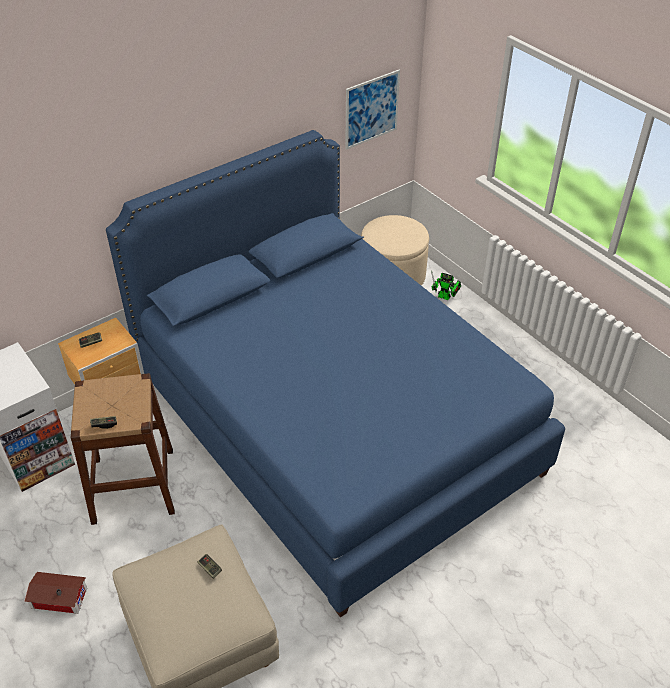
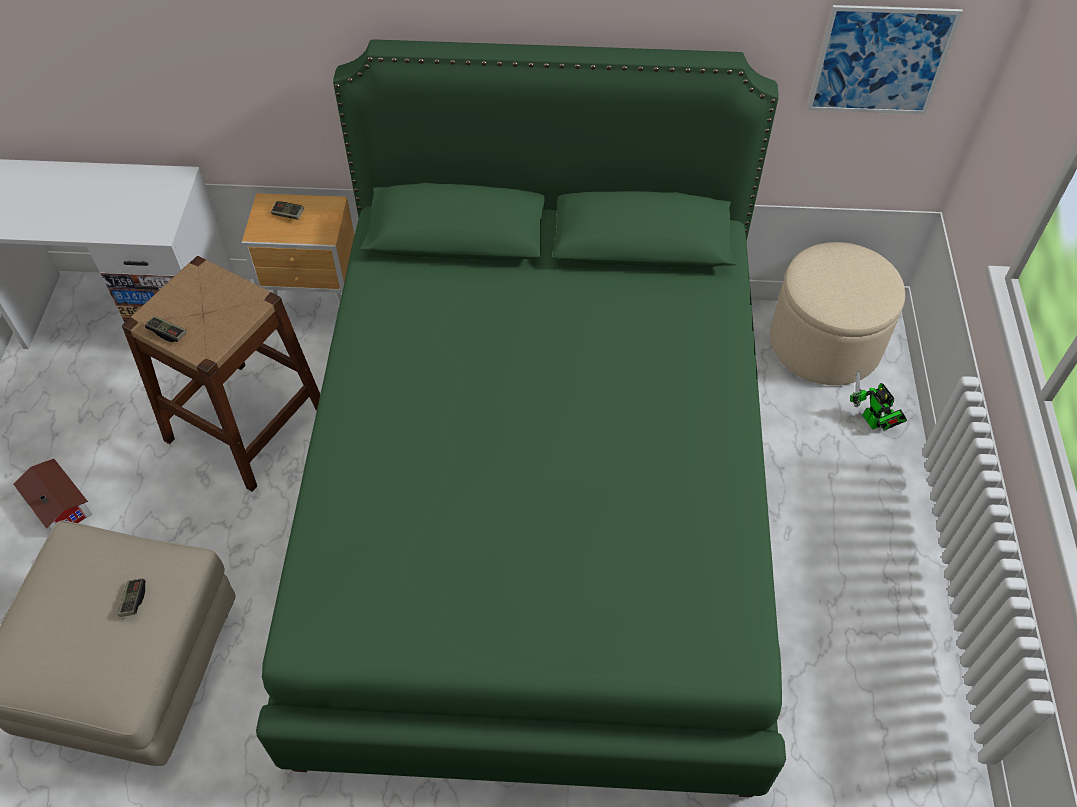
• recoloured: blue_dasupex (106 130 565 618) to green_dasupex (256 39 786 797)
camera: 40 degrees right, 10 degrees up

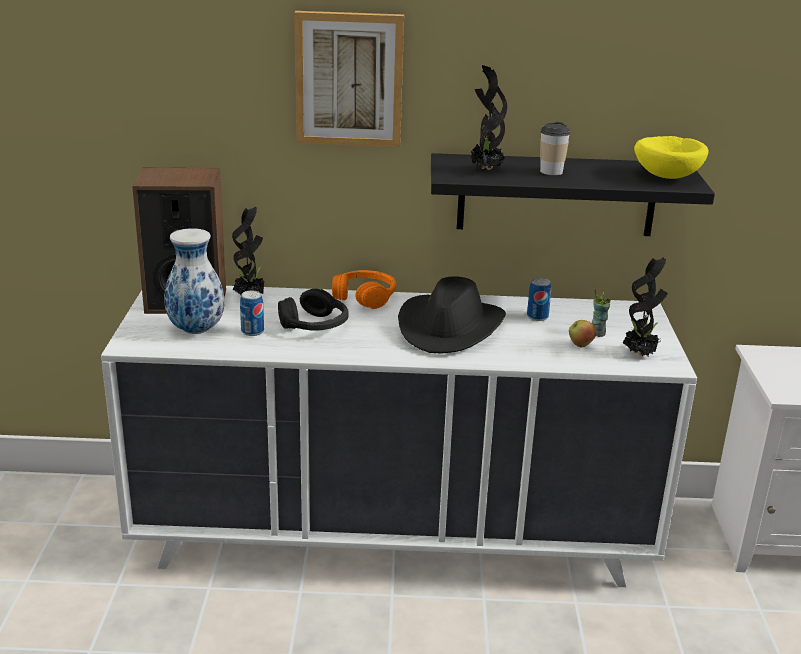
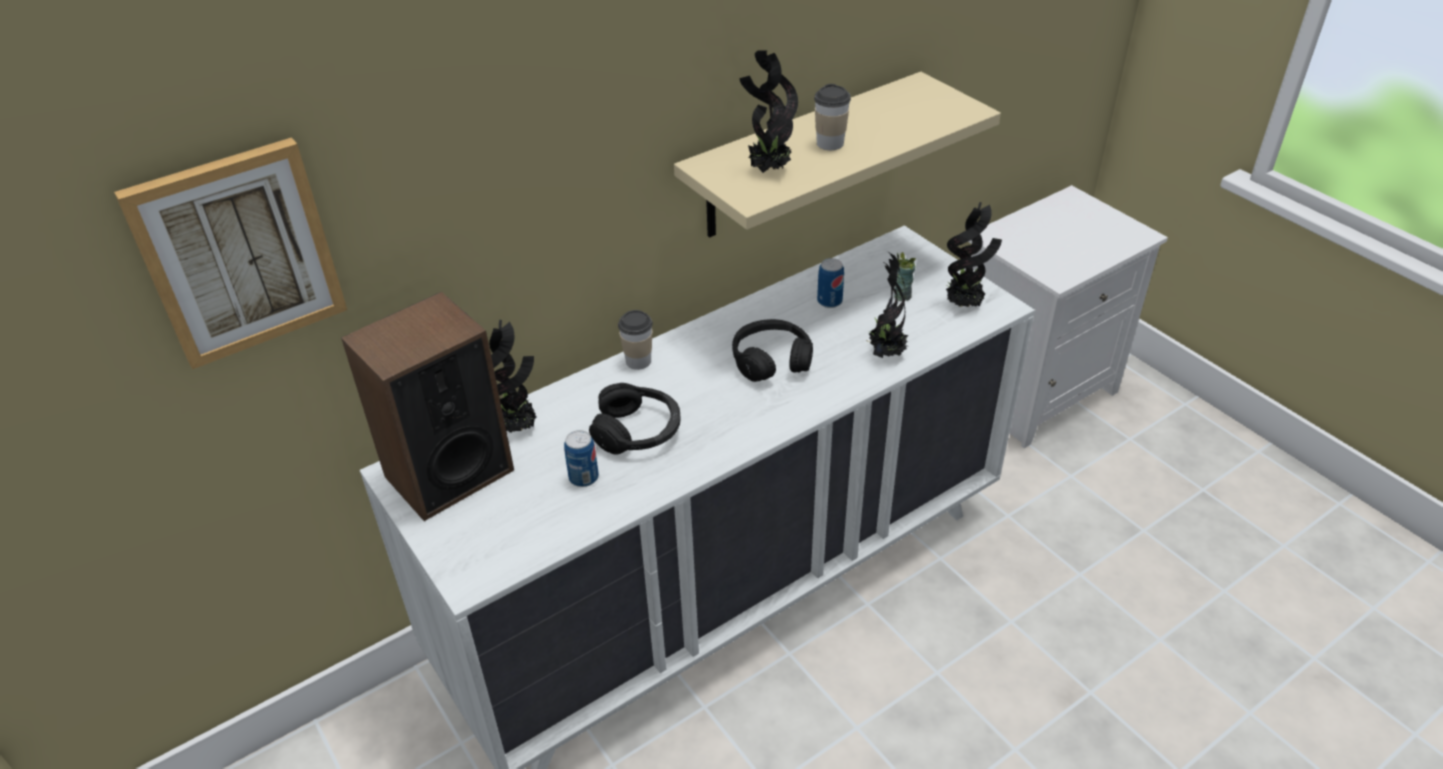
• moved: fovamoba (294 11 404 147) to (114 137 347 369)
• removed: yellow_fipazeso (634 136 709 179)
• recoloured: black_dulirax (431 153 715 236) to beige_dulirax (674 72 1001 238)
• removed: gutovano (164 228 225 334)
• replaced: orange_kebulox (332 270 396 309) to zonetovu (618 310 653 370)
• replaced: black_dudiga (398 276 506 354) to black_kebulox (732 319 813 382)
• removed: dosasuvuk (569 320 597 347)
• added: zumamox (864 252 908 358)
camera: 35 degrees left, 15 degrees up

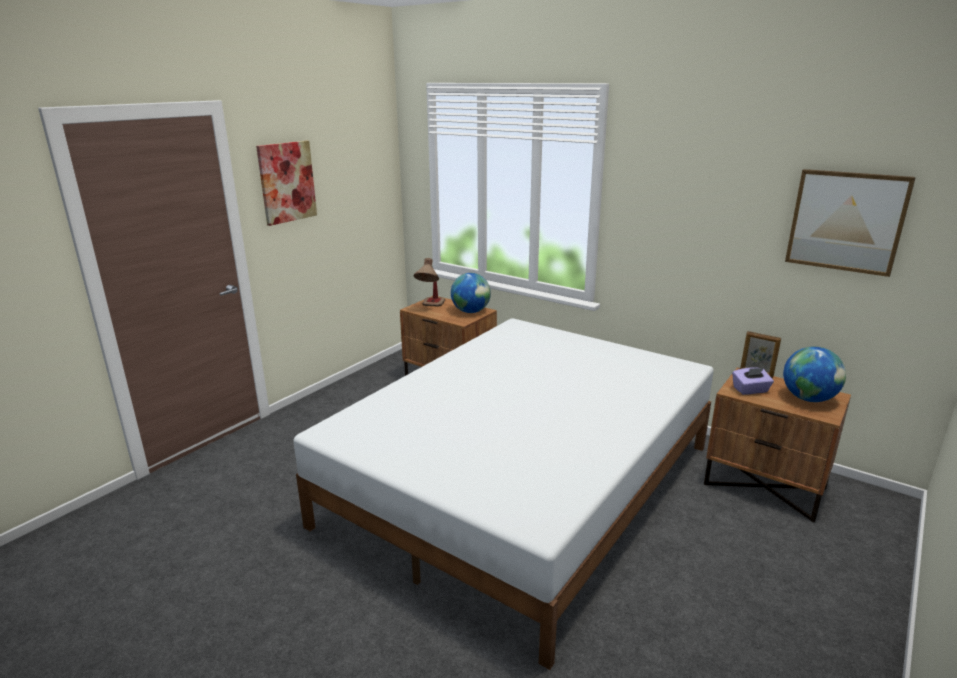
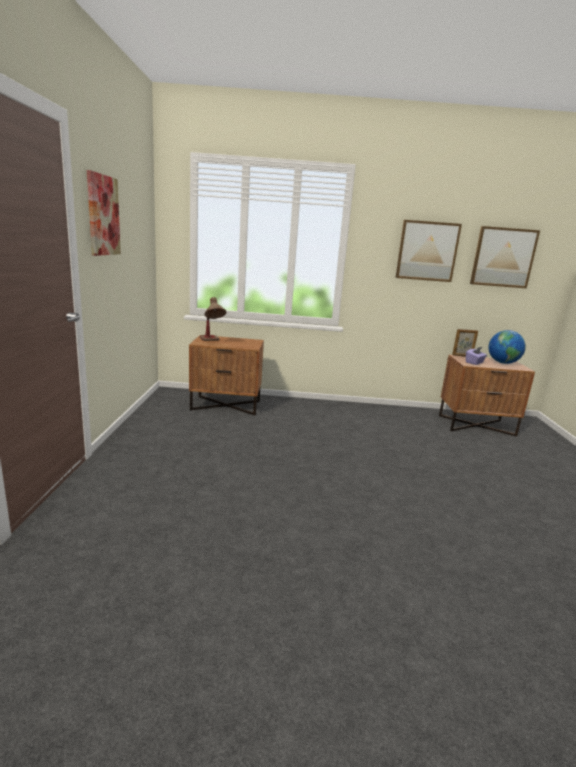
• removed: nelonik (451 273 491 313)
• removed: white_dasupex (293 318 714 670)
• added: fovamoba (395 220 462 282)
camera: 35 degrees left, 5 degrees down

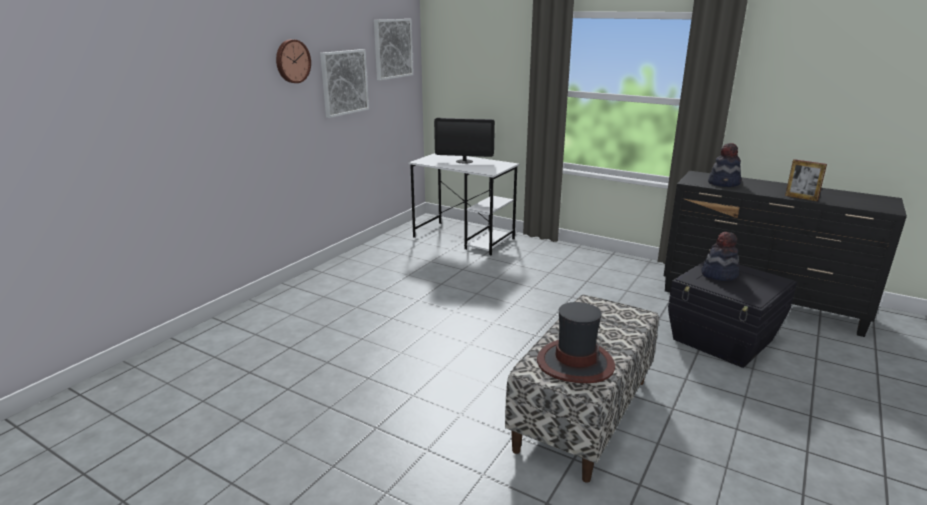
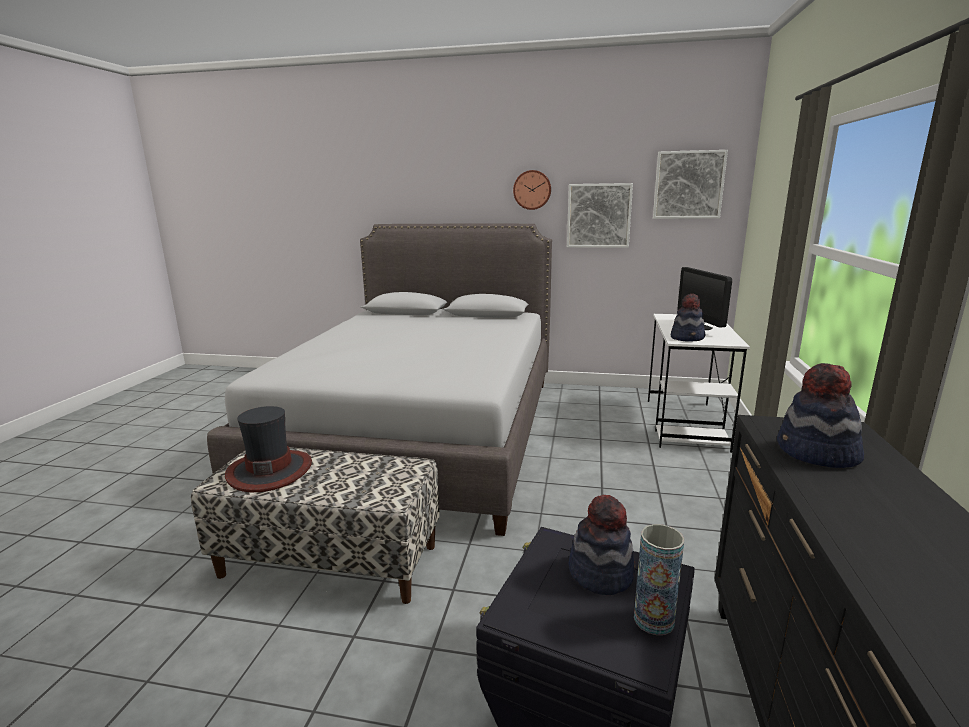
• removed: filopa (785 159 827 201)
• added: grey_dasupex (207 223 552 536)
• added: dudiga (671 294 705 342)
• added: gutovano (634 524 684 635)
camera: 70 degrees right, 5 degrees down

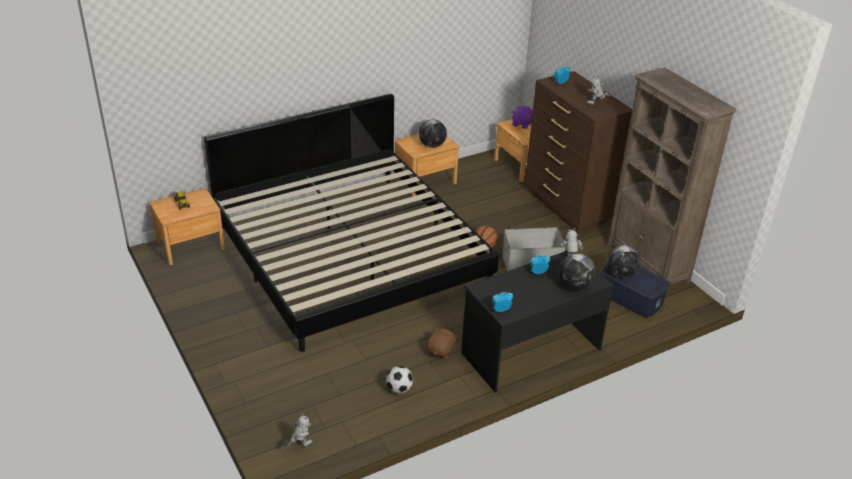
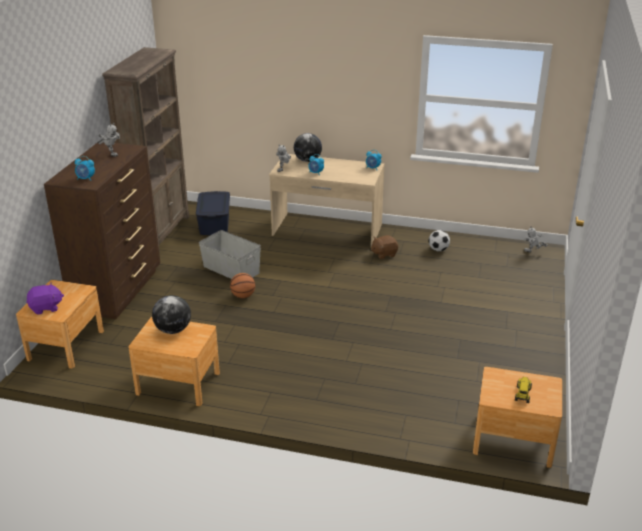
• removed: dasupex (204 94 499 352)
• removed: nelonik (607 245 640 278)
• recoloured: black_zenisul (461 251 613 393) to beige_zenisul (269 154 384 247)
camera: 135 degrees left, 5 degrees down

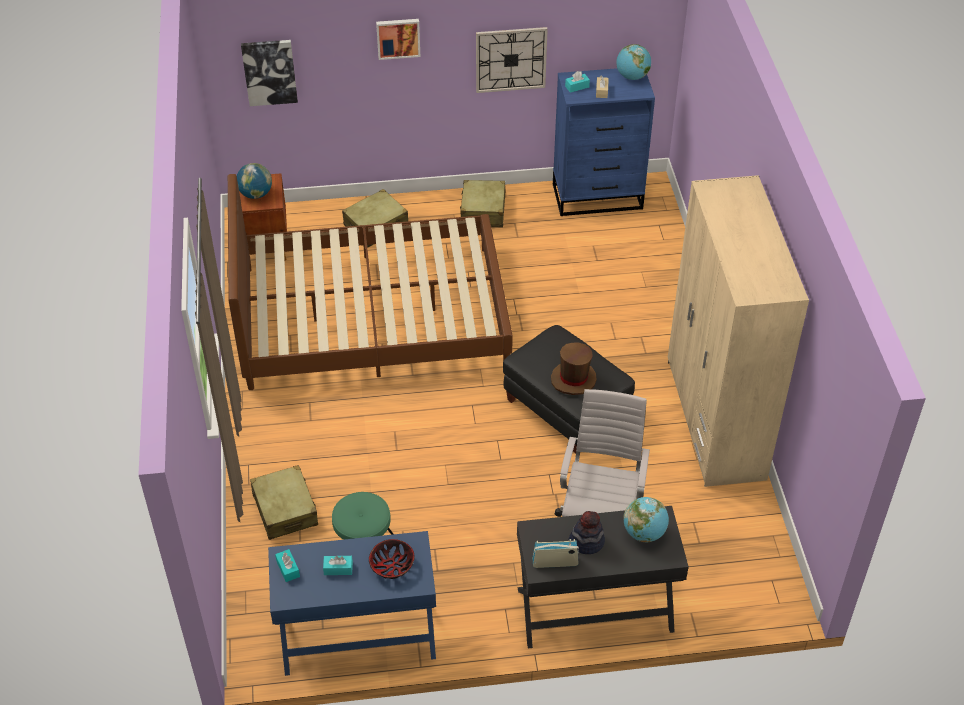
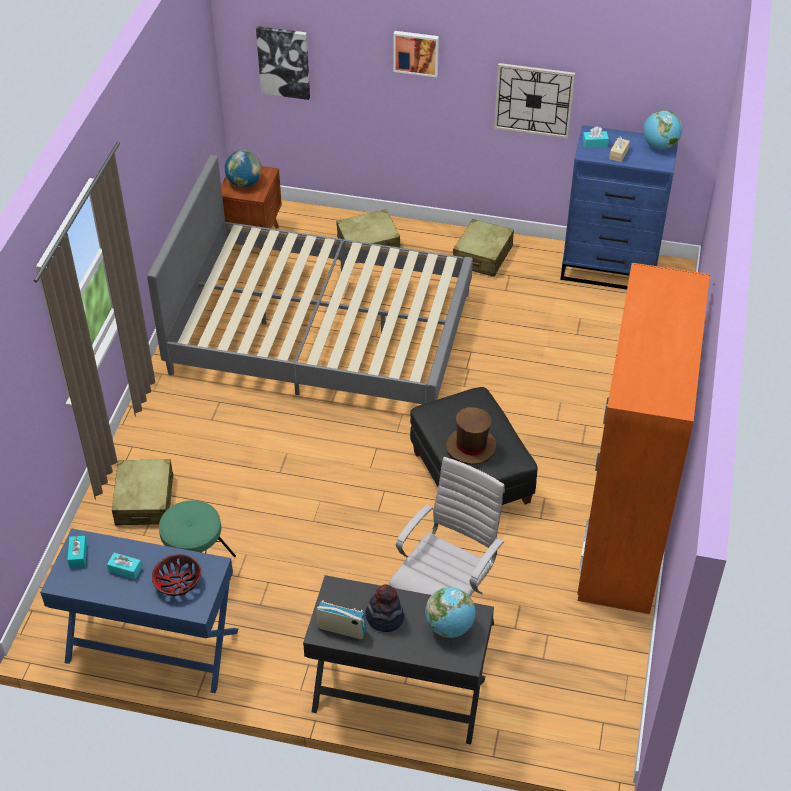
• recoloured: brown_dasupex (228 174 513 390) to grey_dasupex (147 155 473 404)
• recoloured: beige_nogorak (668 175 809 487) to orange_nogorak (577 263 710 614)
camera: 20 degrees right, 0 degrees up

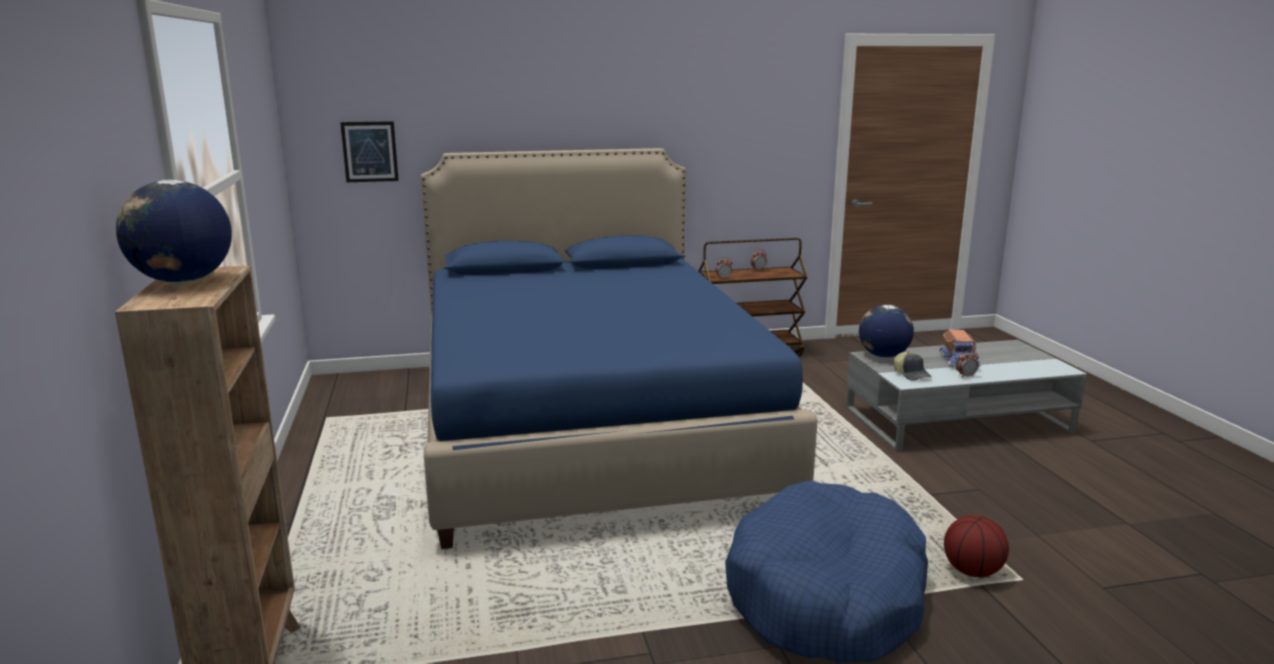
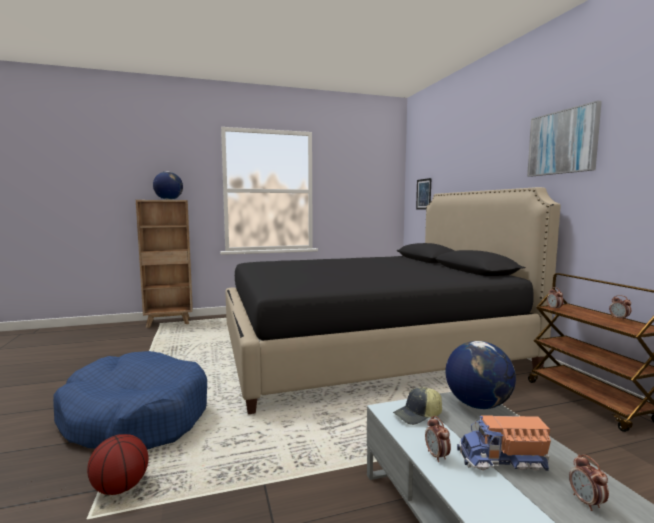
• recoloured: blue_dasupex (421 148 817 549) to black_dasupex (225 187 561 414)
• added: fovamoba (527 100 602 177)
• added: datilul (569 454 609 511)
camera: 85 degrees right, 10 degrees down

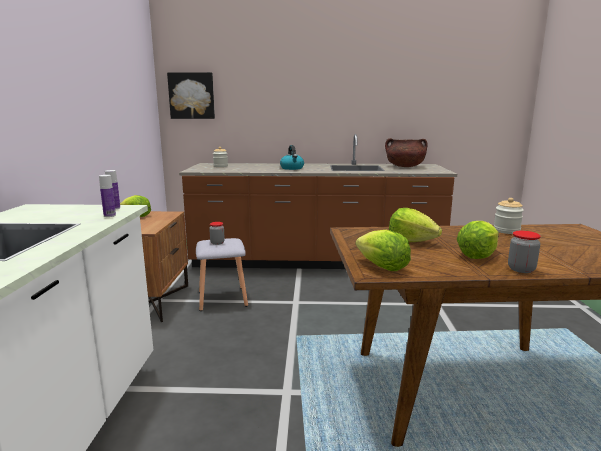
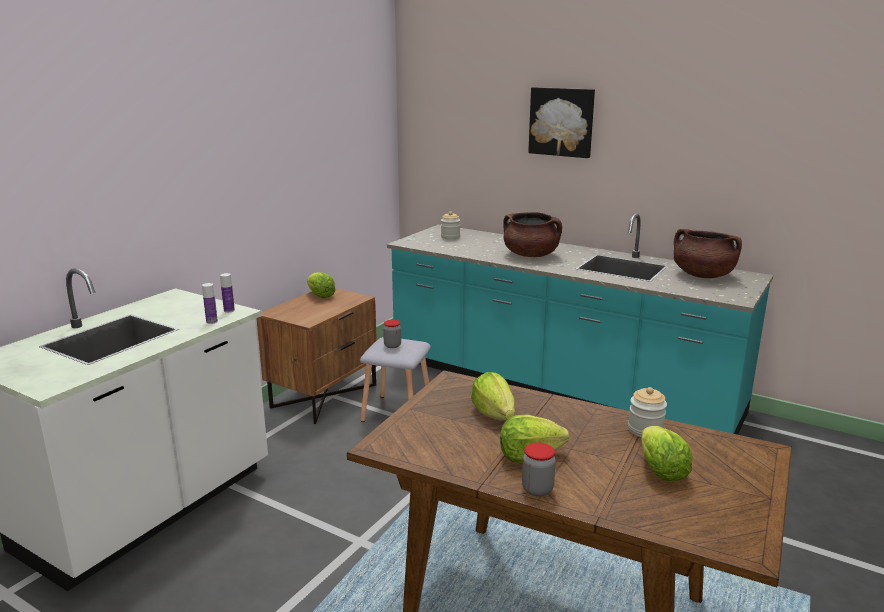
• moved: fovamoba (167 72 215 119) to (528 87 595 158)
• recoloured: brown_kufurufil (179 134 457 269) to turquoise_kufurufil (387 214 773 435)
• replaced: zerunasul (280 145 304 170) to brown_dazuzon (503 212 562 257)
• moved: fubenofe (355 230 411 271) to (641 426 693 481)
camera: 30 degrees right, 5 degrees up

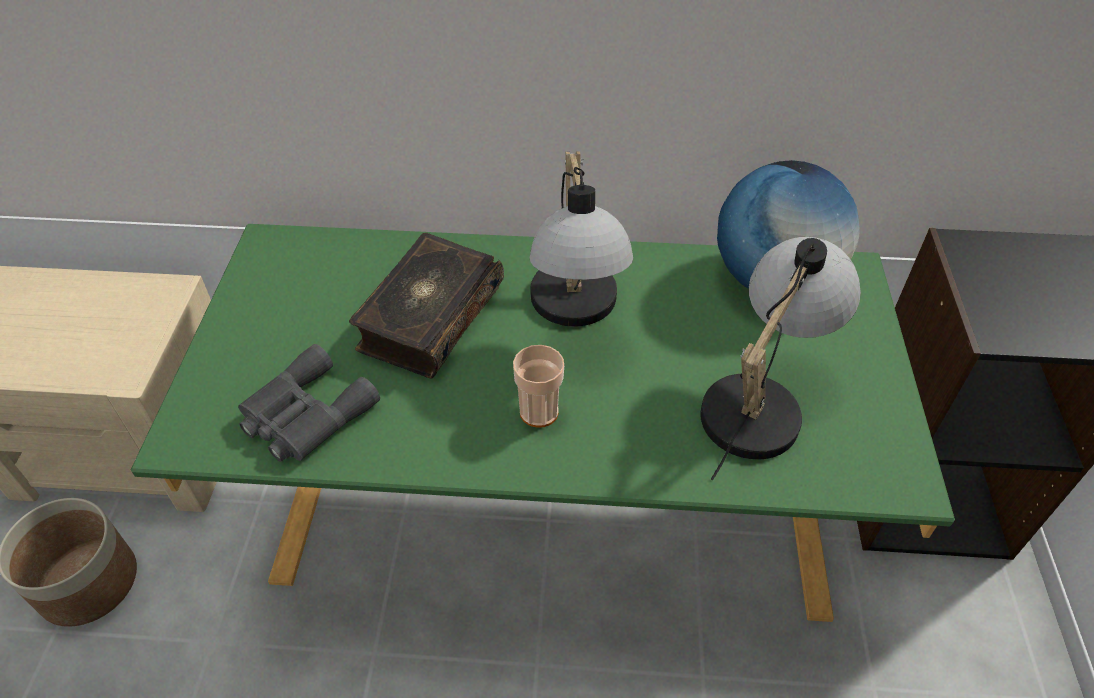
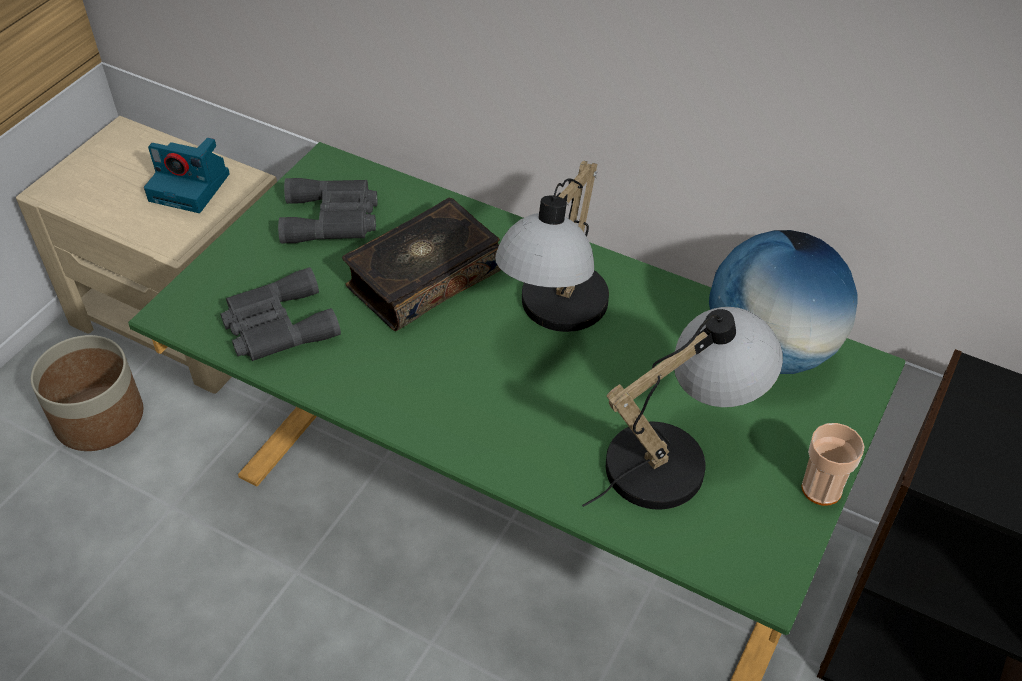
• moved: zonetovu (513 345 564 428) to (801 423 865 506)
• added: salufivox (144 138 230 213)
• added: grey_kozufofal (278 178 377 243)
camera: 25 degrees right, 0 degrees up

